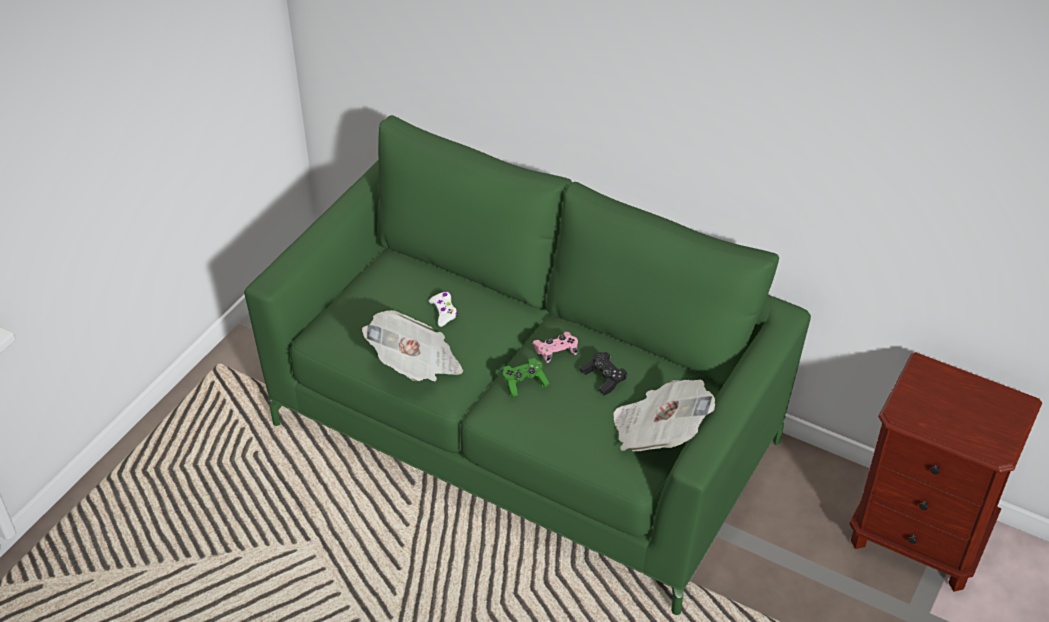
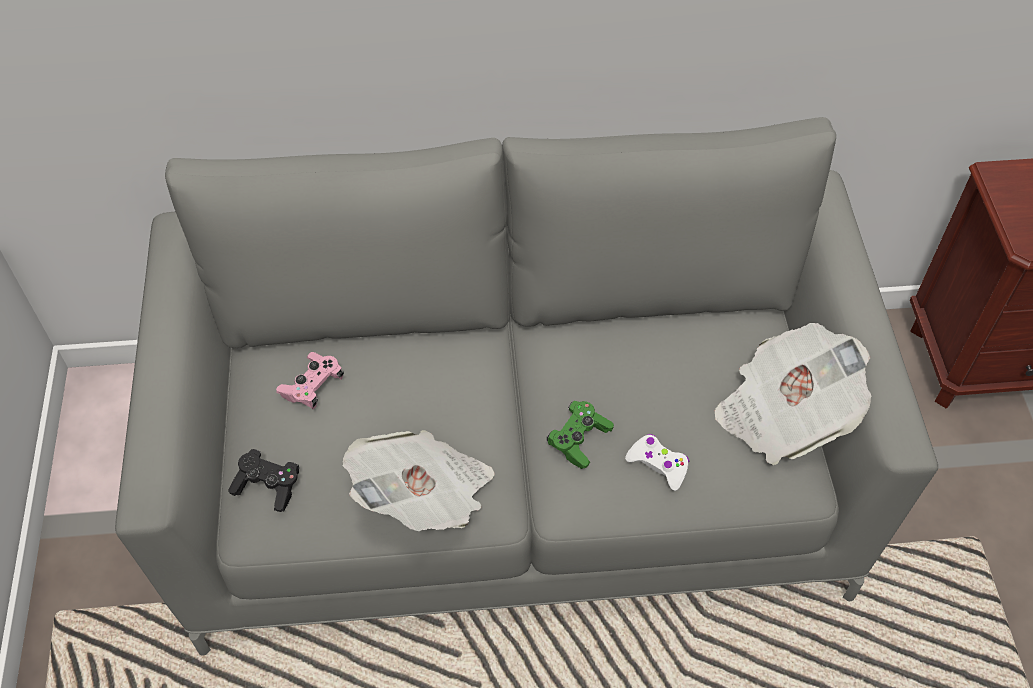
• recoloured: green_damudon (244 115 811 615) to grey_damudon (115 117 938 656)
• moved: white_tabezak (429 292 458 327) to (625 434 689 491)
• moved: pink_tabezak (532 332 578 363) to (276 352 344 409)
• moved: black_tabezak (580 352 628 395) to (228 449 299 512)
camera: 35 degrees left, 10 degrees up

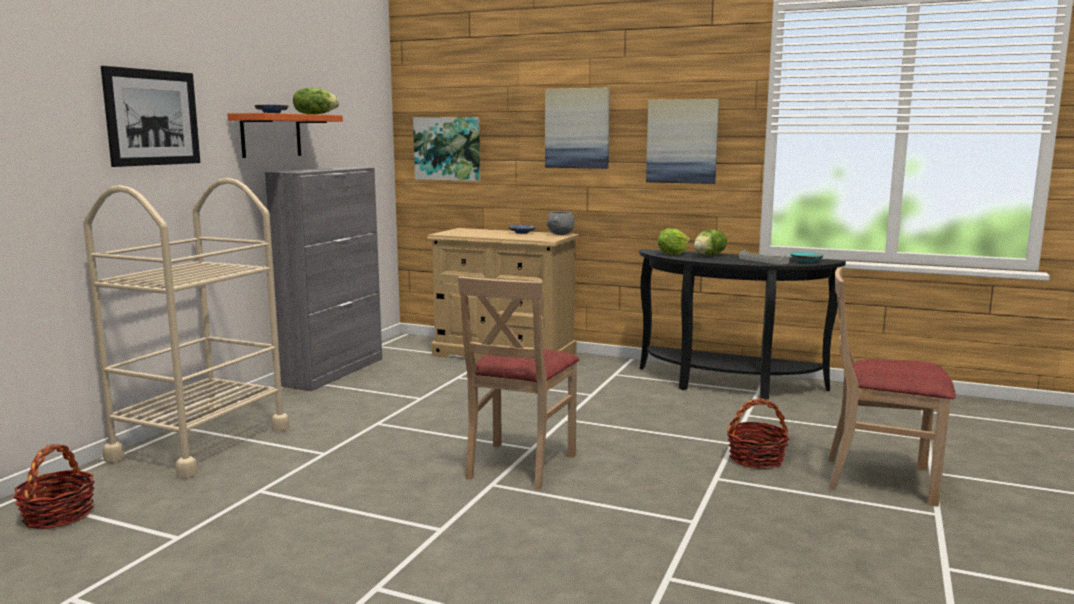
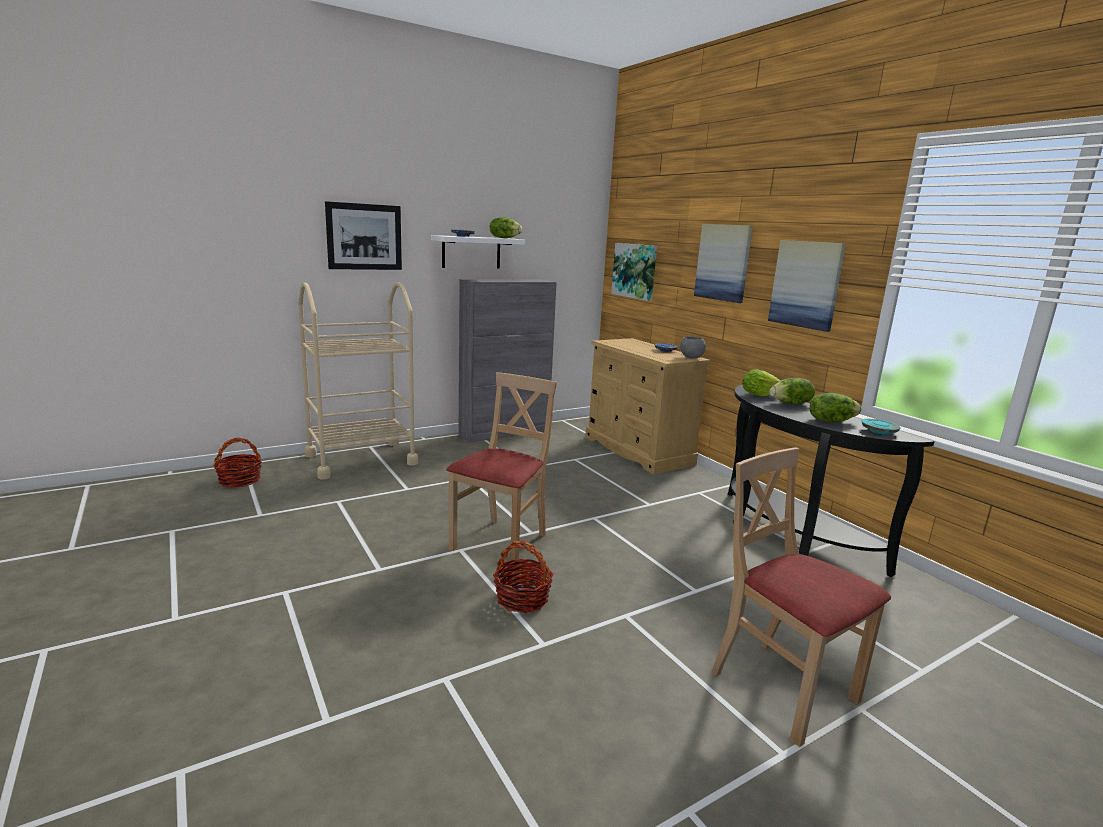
• recoloured: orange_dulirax (227 113 343 158) to white_dulirax (431 235 525 269)
• replaced: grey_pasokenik (739 250 789 265) to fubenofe (810 393 862 422)
• turned: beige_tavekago (458 276 579 490) = (446 372 557 563) 150 degrees clockwise
• moved: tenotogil (727 398 789 469) to (493 541 553 613)
camera: 35 degrees right, 5 degrees up

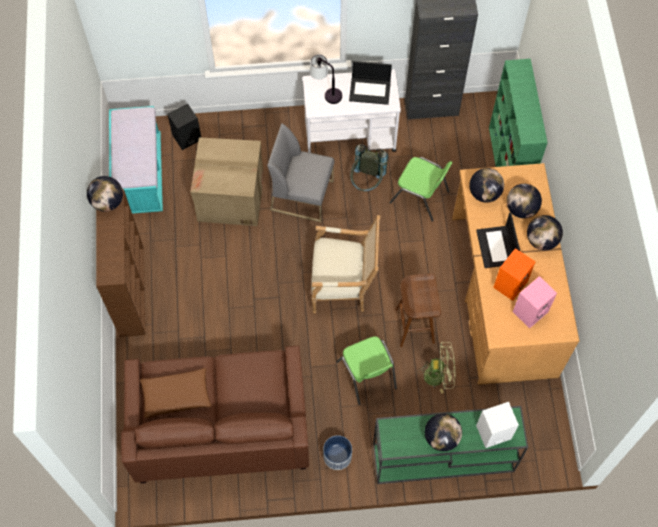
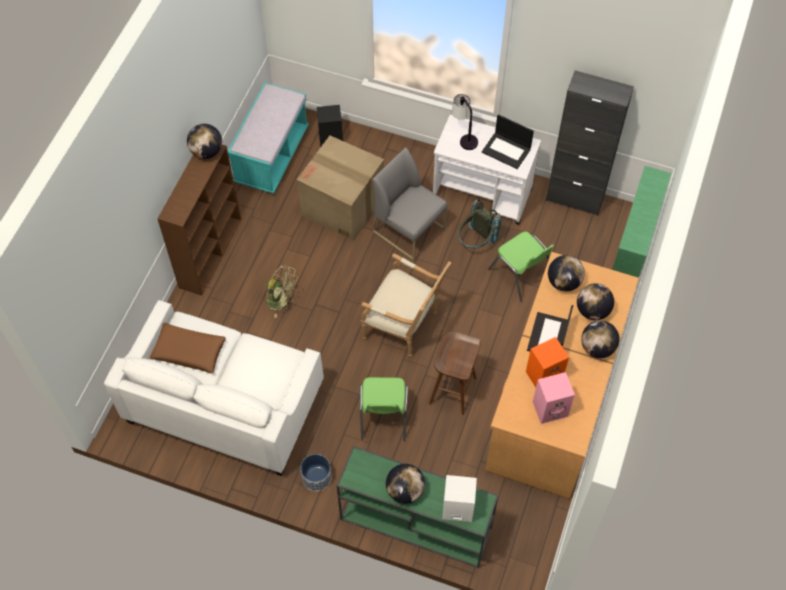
• moved: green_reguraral (417 342 456 394) to (265 265 298 318)
• recoloured: brown_damudon (121 345 309 483) to white_damudon (104 300 324 476)
camera: 25 degrees right, 5 degrees down

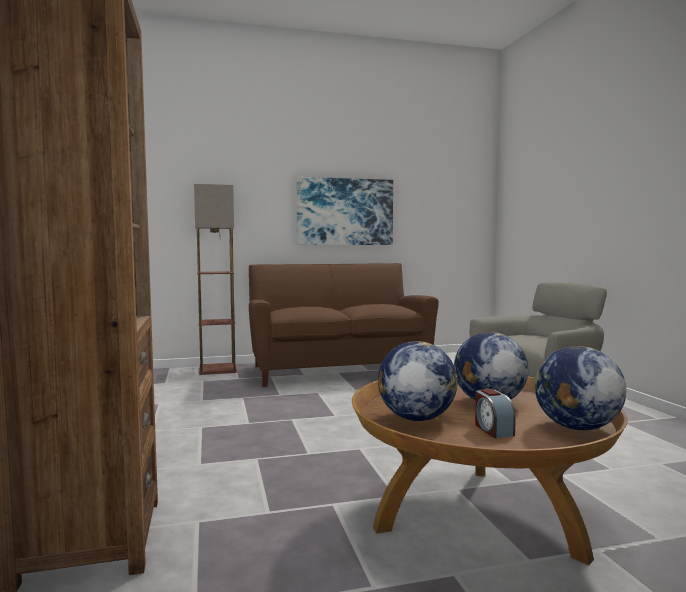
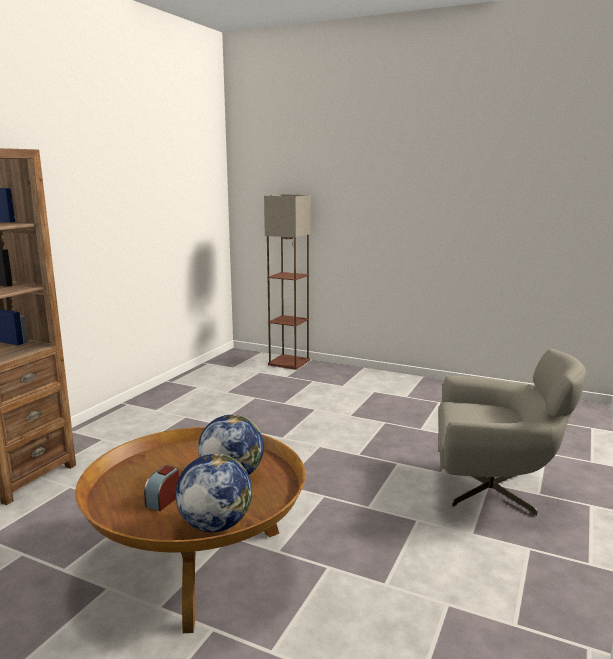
• removed: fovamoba (296 177 393 245)
• removed: brown_damudon (249 263 439 387)
• removed: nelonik (378 341 457 421)
camera: 40 degrees right, 10 degrees up

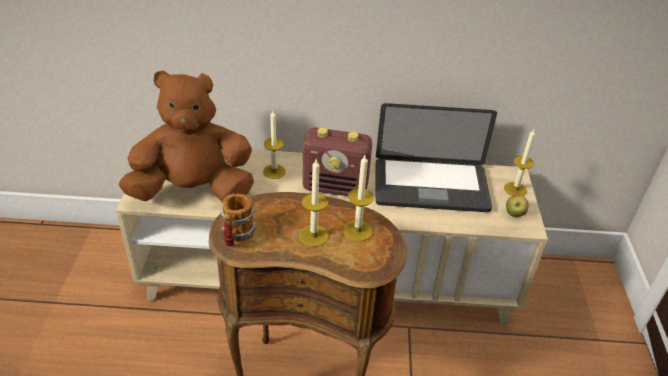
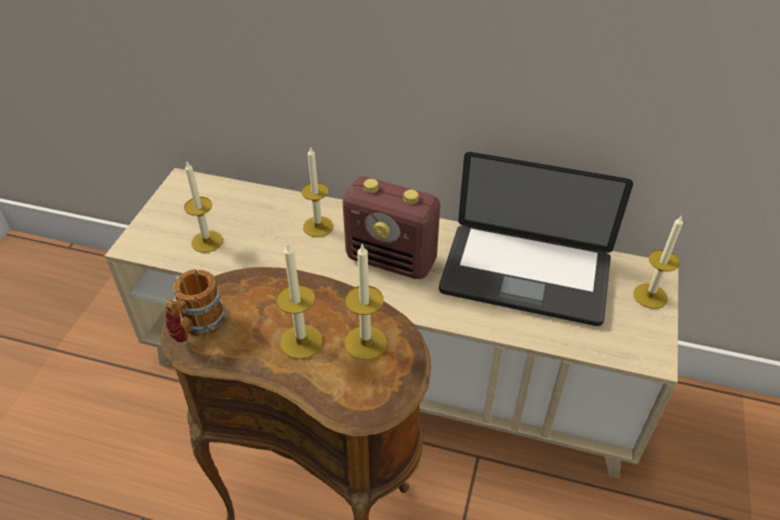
• replaced: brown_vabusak (119 70 254 202) to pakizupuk (184 162 223 253)
• removed: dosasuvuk (506 195 529 217)
camera: 15 degrees right, 5 degrees up

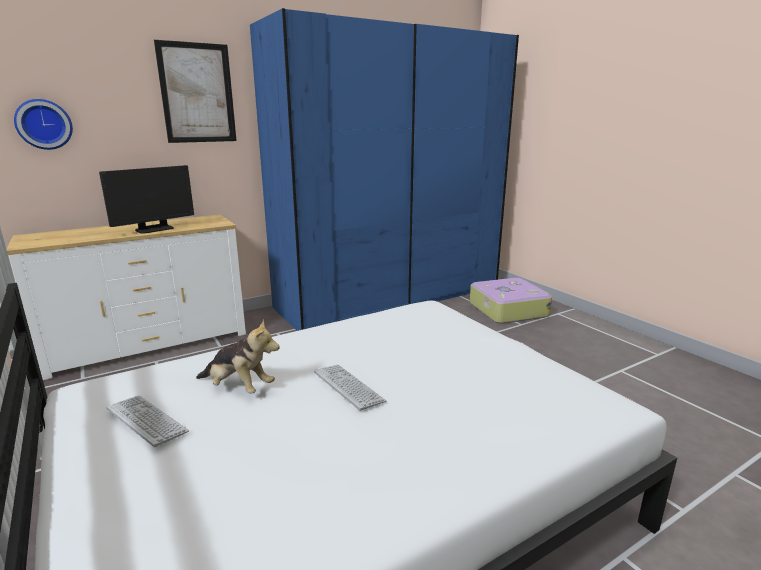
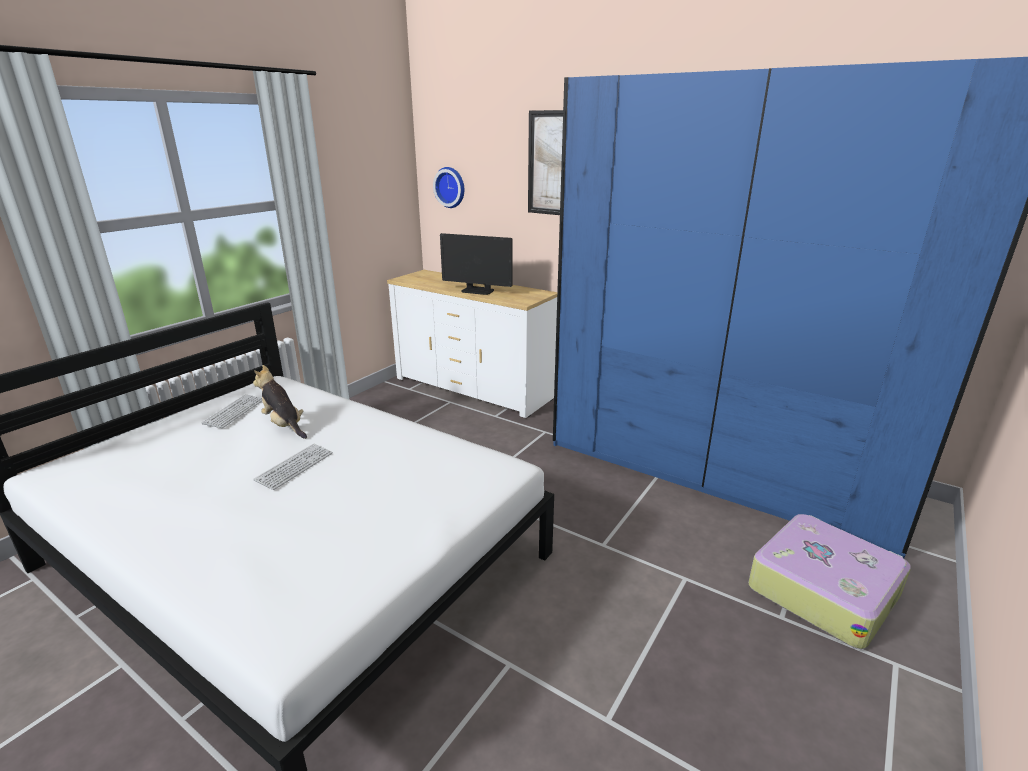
• turned: vabusak (196 319 280 394) = (253 365 307 439) 135 degrees clockwise
camera: 65 degrees right, 5 degrees up

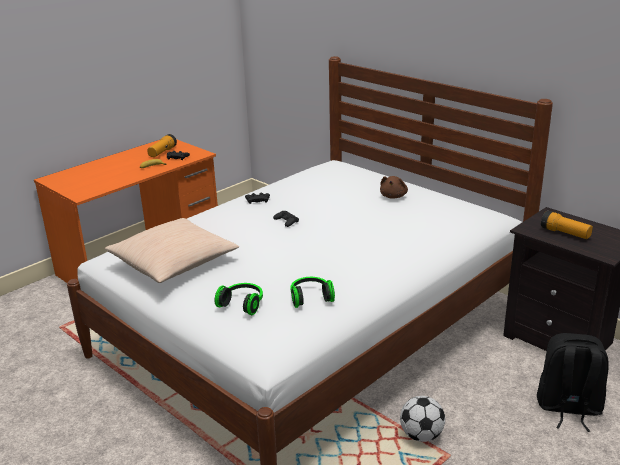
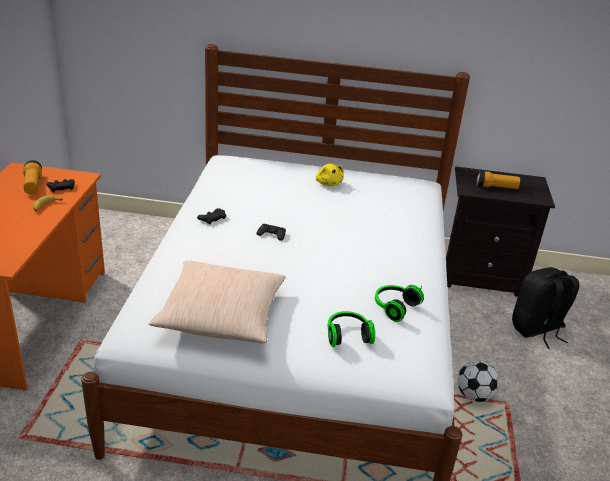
• recoloured: brown_vabusak (380 176 408 199) to yellow_vabusak (316 164 343 186)
camera: 40 degrees left, 5 degrees up

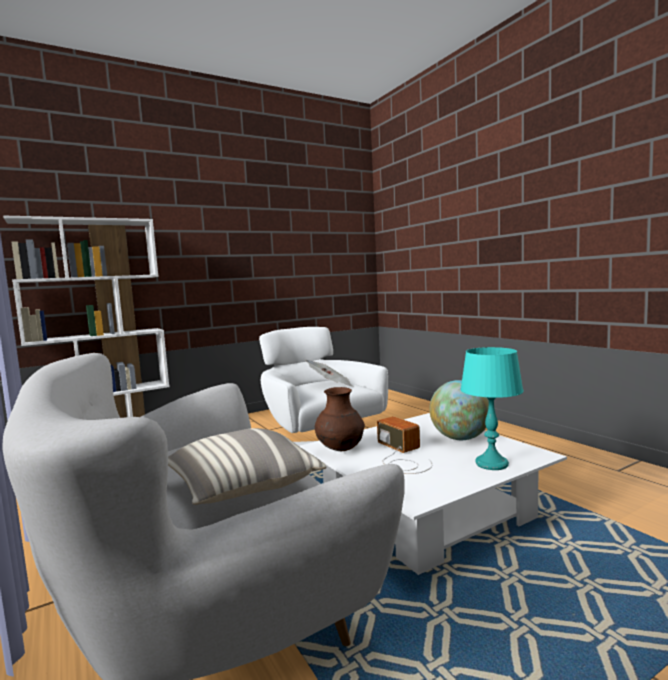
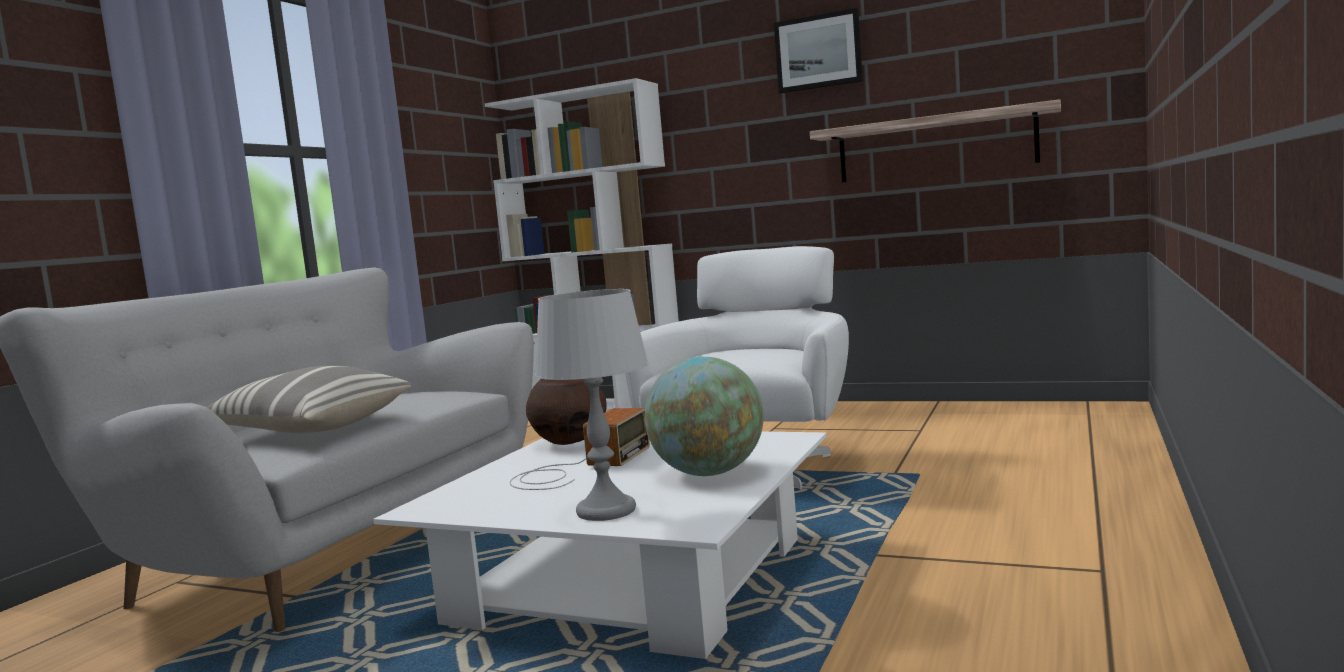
• recoloured: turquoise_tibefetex (460 347 524 470) to grey_tibefetex (535 289 648 521)
• removed: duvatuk (305 360 354 387)
• added: fovamoba (774 8 863 93)
• added: dulirax (810 99 1061 183)
camera: 55 degrees right, 0 degrees up

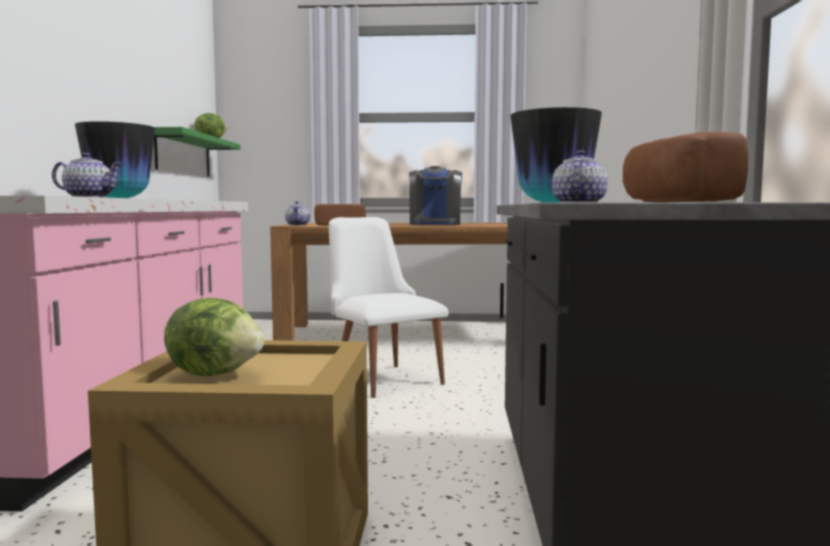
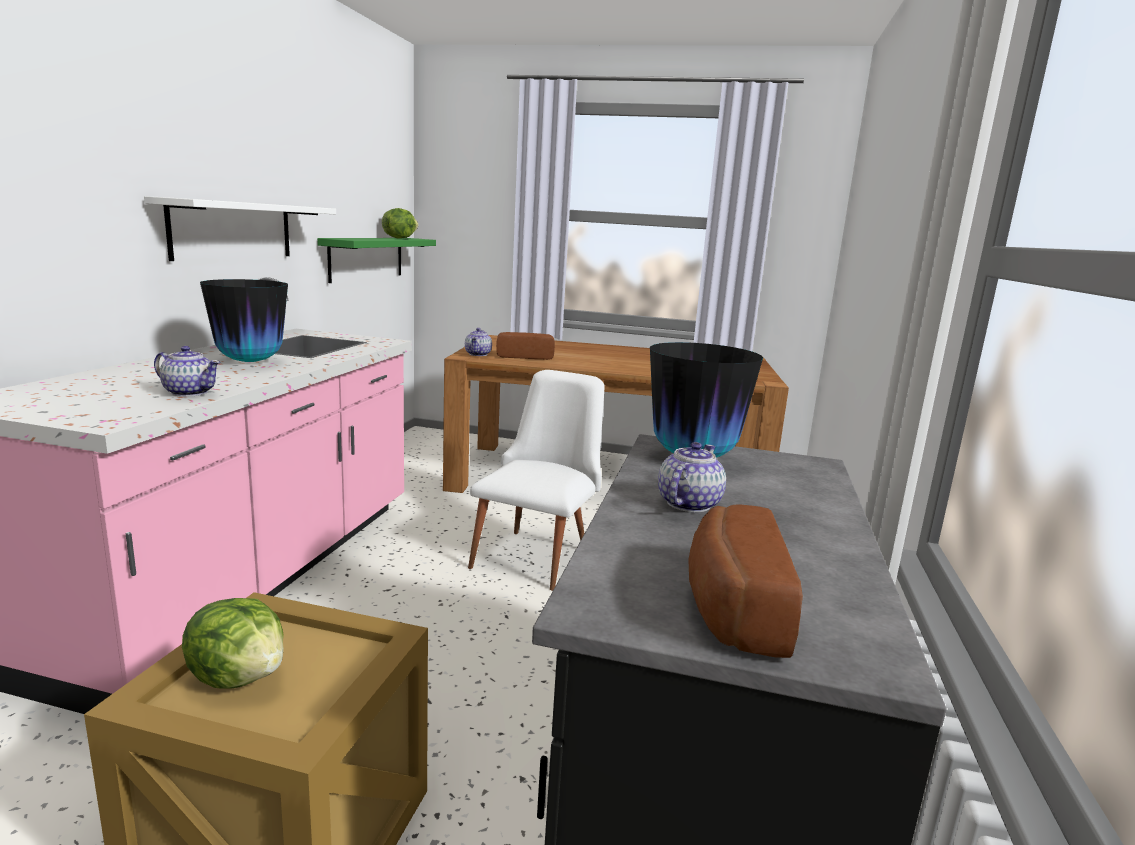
• removed: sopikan (409 166 462 225)
• turned: white_tavekago (329 217 449 398) = (468 370 605 591) 45 degrees clockwise
• added: white_dulirax (144 196 336 261)
camera: 10 degrees right, 10 degrees up

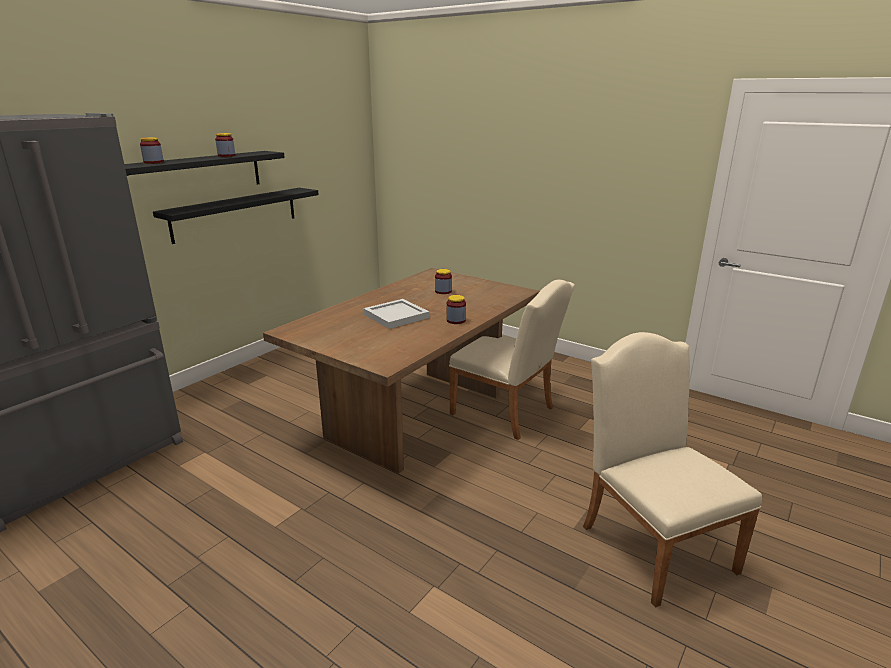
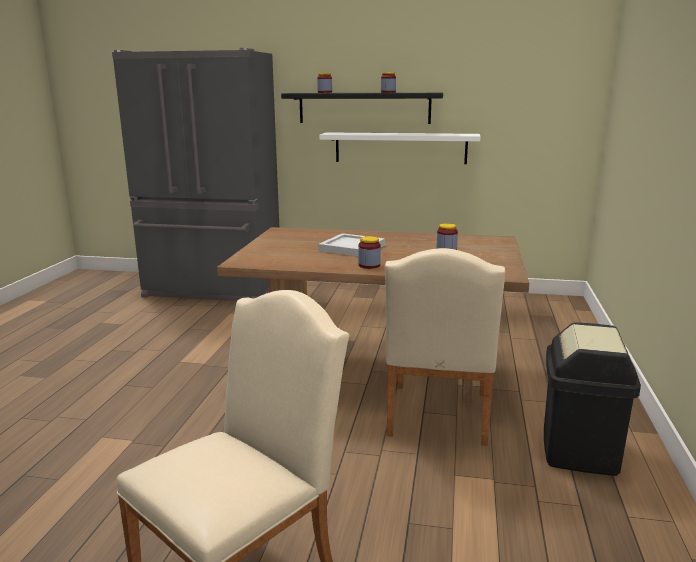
• recoloured: black_dulirax (153 188 319 244) to white_dulirax (319 132 481 164)
• added: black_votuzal (544 322 641 476)
camera: 65 degrees right, 5 degrees down

